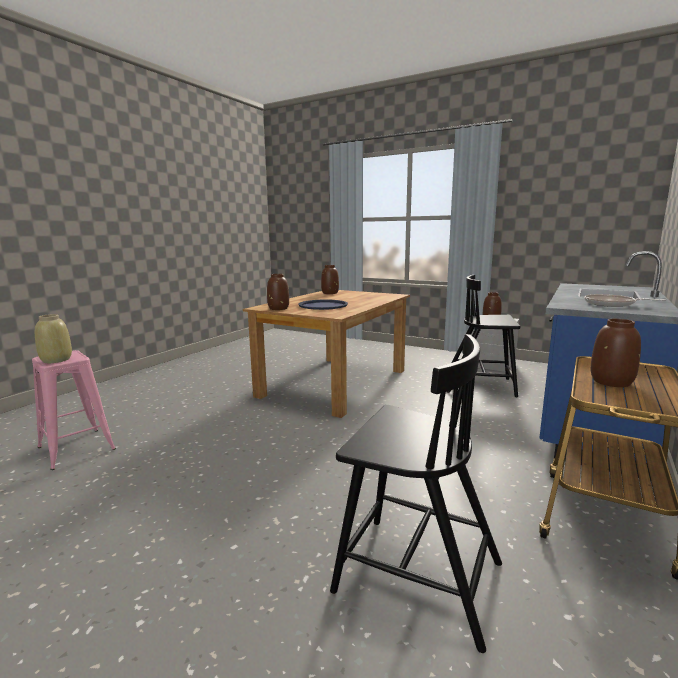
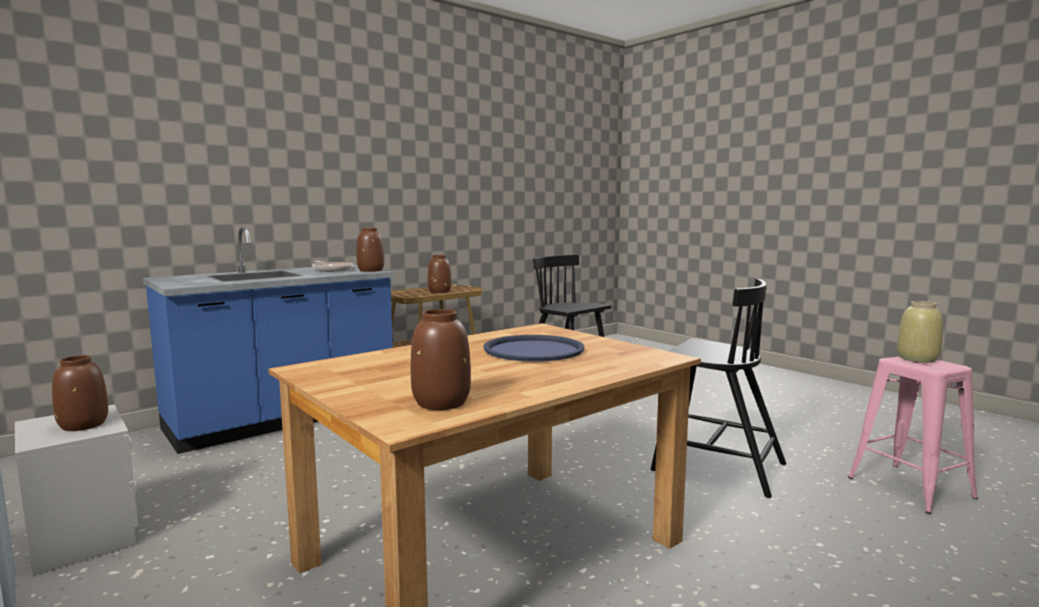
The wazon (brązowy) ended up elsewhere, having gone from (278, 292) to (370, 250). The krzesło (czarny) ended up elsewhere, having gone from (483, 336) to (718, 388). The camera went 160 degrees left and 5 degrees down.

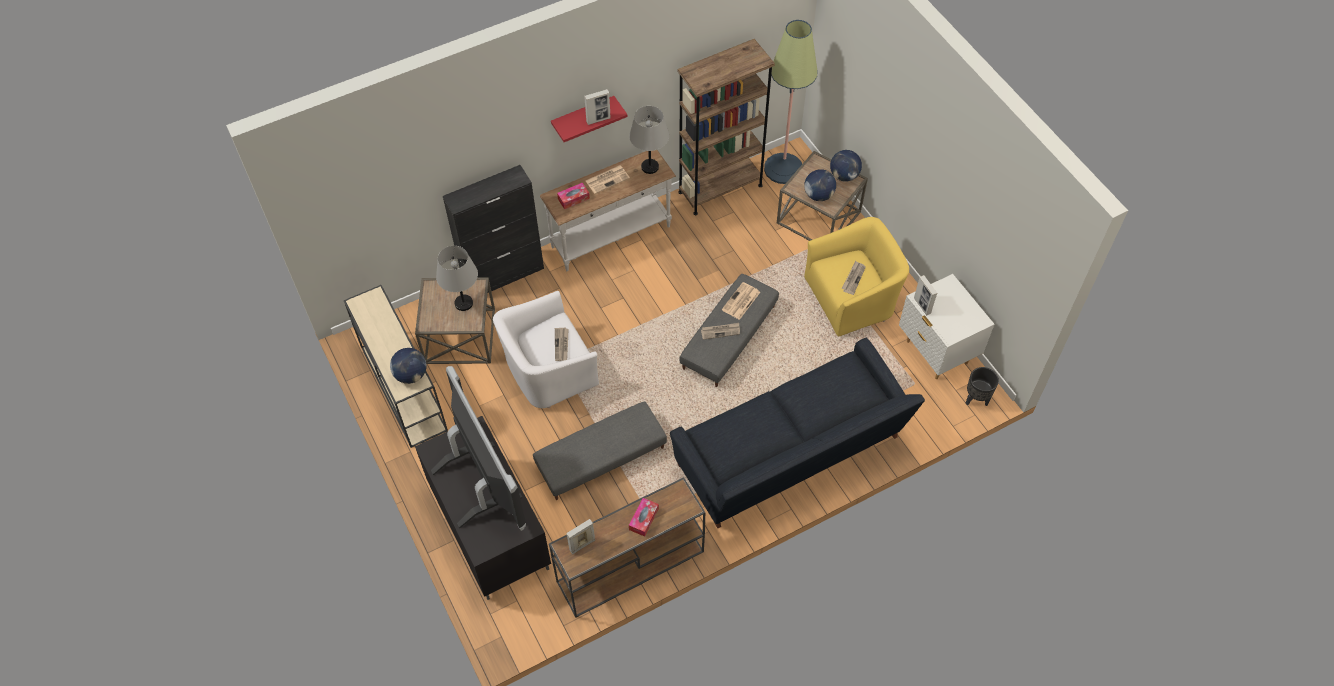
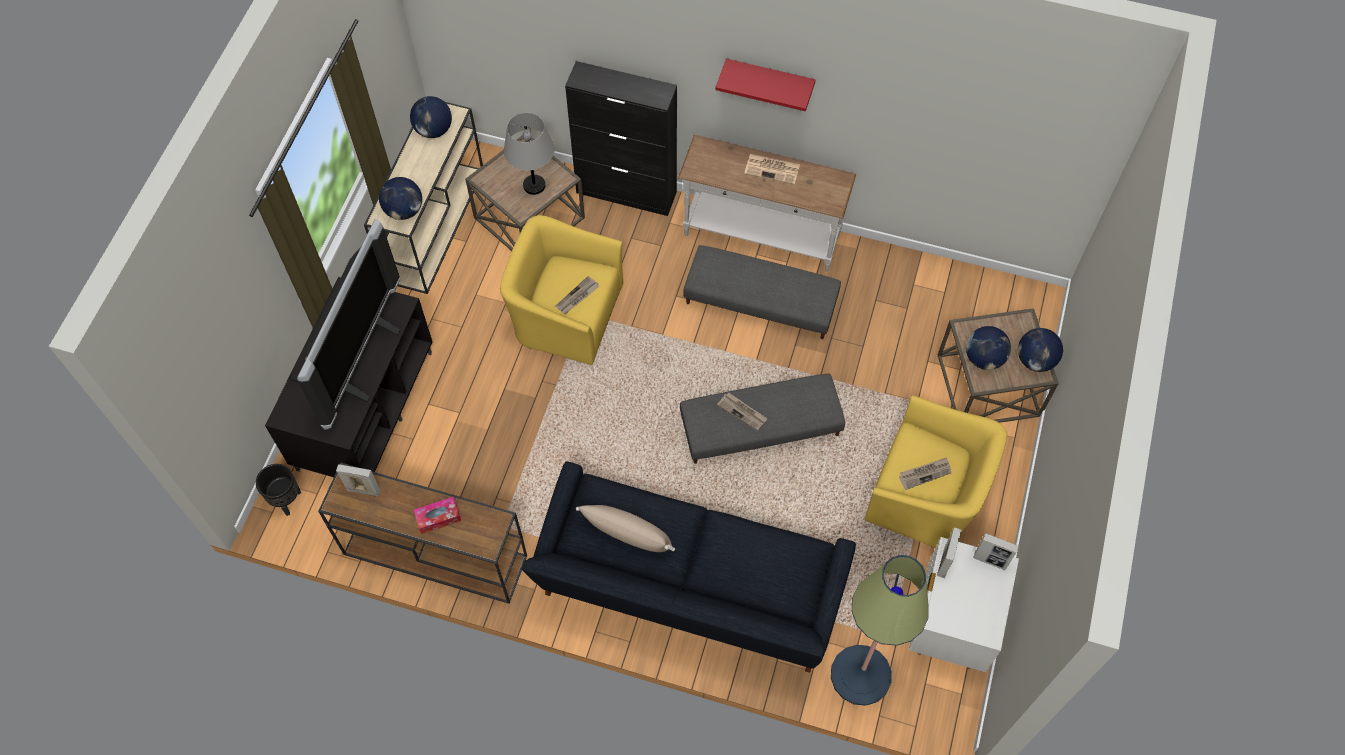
What was the fotel (biały) at (546, 349) turned into the fotel (żółty) at (561, 290). The pufa (szary) ended up elsewhere, having gone from (600, 451) to (762, 292). The second view lost the pudełko chusteczek at (573, 195). The ramka na zdjęcie ended up elsewhere, having gone from (597, 107) to (996, 551). The second view lost the lampa stołowa (szary) at (649, 140). The second view lost the regał (brązowy) at (726, 127). The second view lost the gazeta at (741, 301). The lampa stojąca ended up elsewhere, having gone from (790, 102) to (880, 630). The donica (czarny) ended up elsewhere, having gone from (982, 386) to (278, 490). The second view gained the globus at (431, 117). The second view gained the poduszka (beżowy) at (625, 528). The camera went 45 degrees right and 5 degrees up.

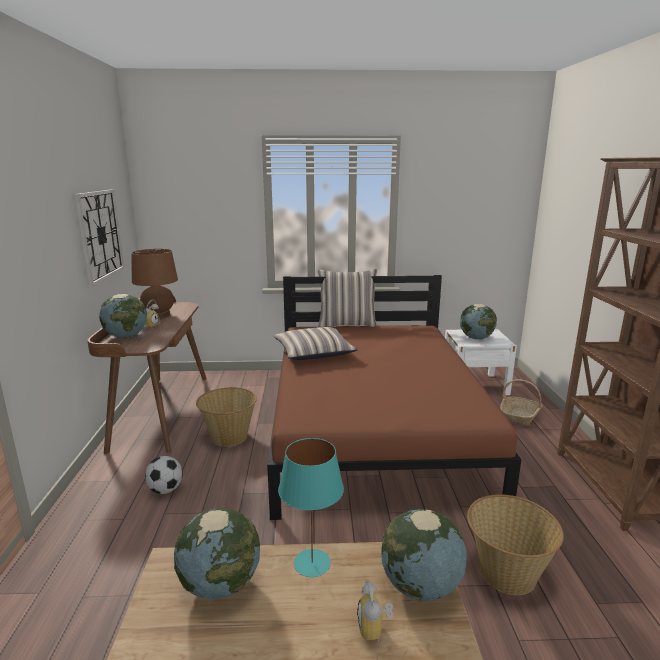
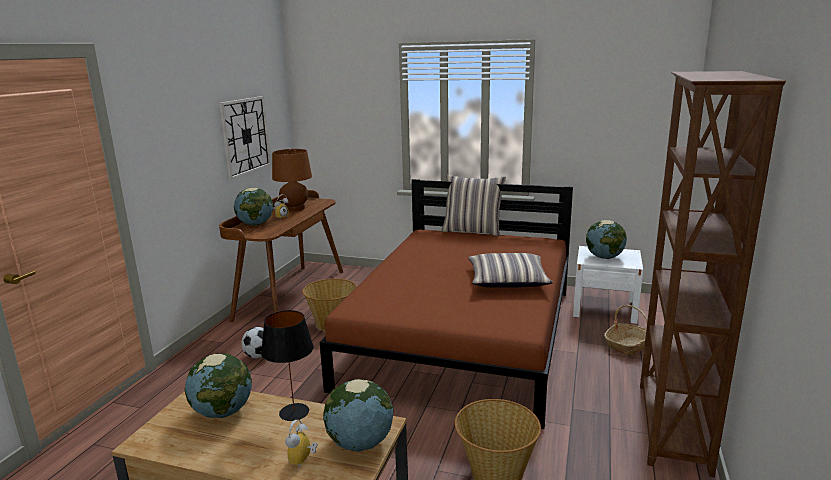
The poduszka ended up elsewhere, having gone from (316, 343) to (510, 270). What was the lampa stołowa (turkusowy) at (311, 507) turned into the lampa stołowa (czarny) at (287, 365). The camera went 20 degrees right and 0 degrees up.

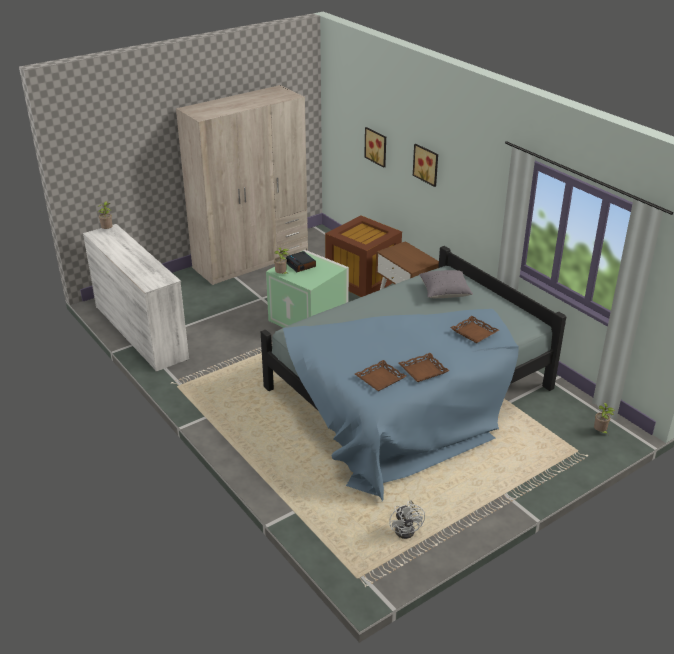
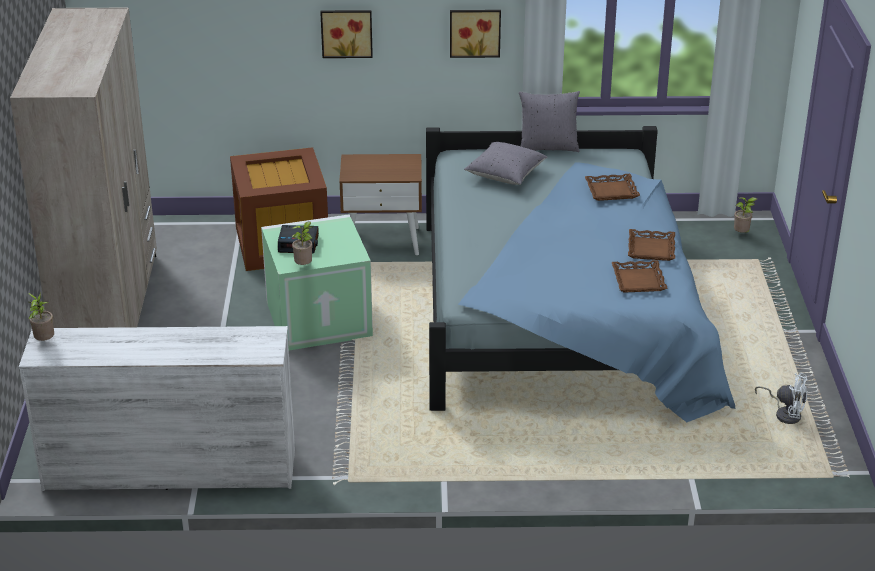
The obraz ended up elsewhere, having gone from (375, 147) to (475, 34). The second view gained the poduszka (szary) at (549, 121). The camera went 55 degrees left and 0 degrees up.

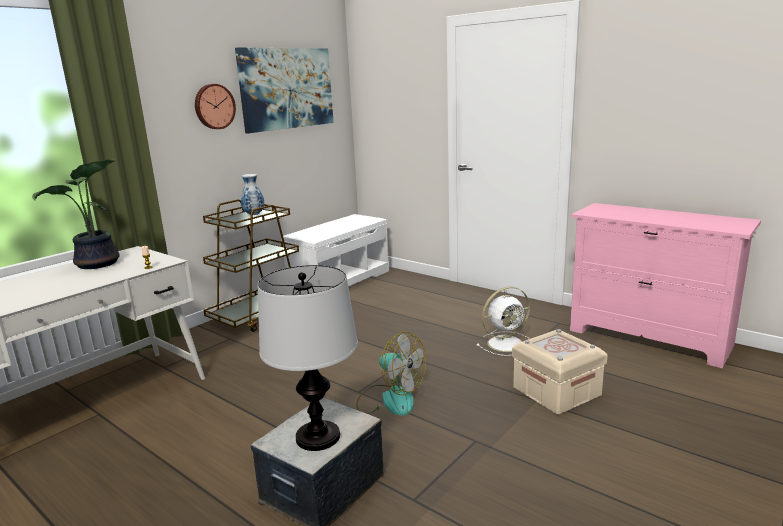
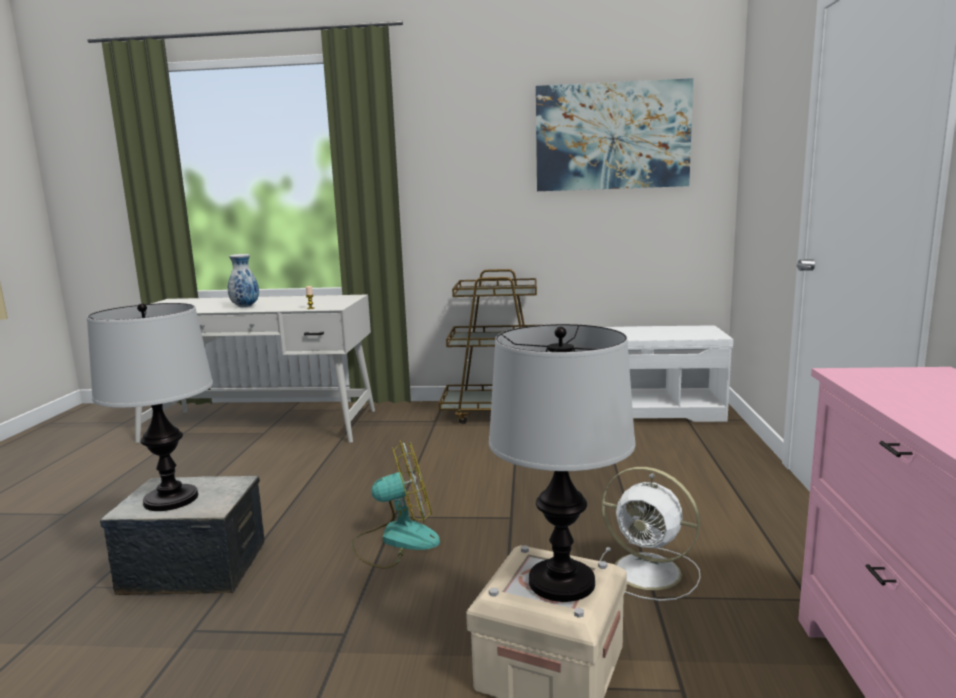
The second view lost the roślina doniczkowa at (76, 214). The second view lost the zegar ścienny at (215, 106). The wazon ended up elsewhere, having gone from (252, 194) to (243, 280). The wentylator at (391, 374) ended up facing another way, 105 degrees counterclockwise from before. The second view gained the lampa stołowa at (562, 463). The camera went 55 degrees right and 5 degrees down.

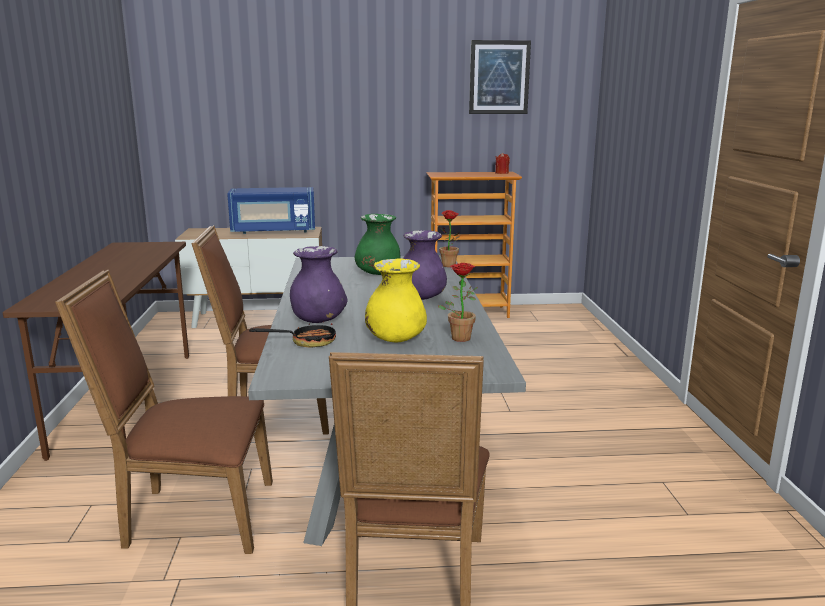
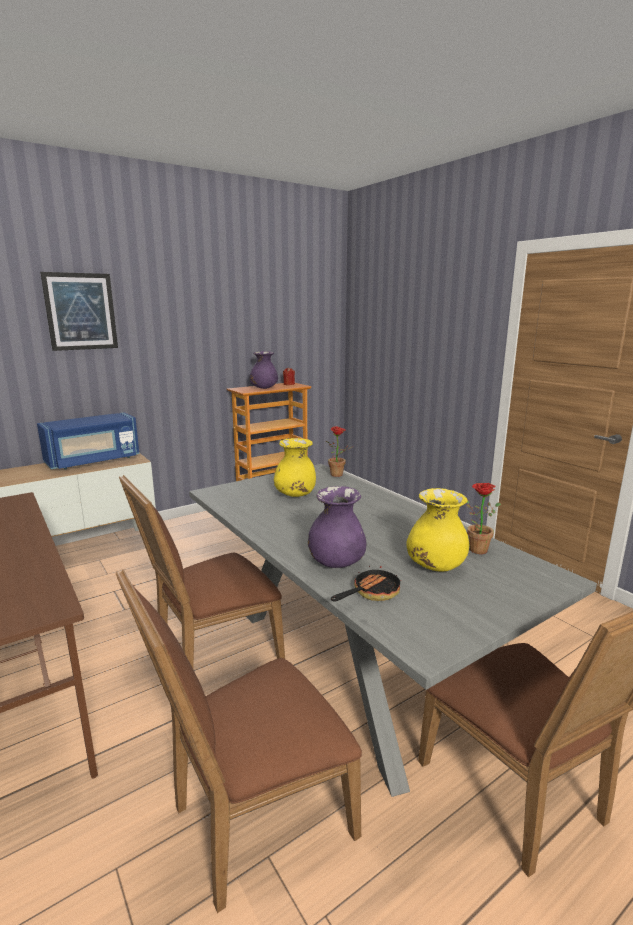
What was the wazon (zielony) at (377, 244) turned into the wazon (żółty) at (295, 467). The wazon (fioletowy) ended up elsewhere, having gone from (425, 265) to (264, 370). The obraz ended up elsewhere, having gone from (500, 77) to (79, 311). The camera went 30 degrees left and 0 degrees up.

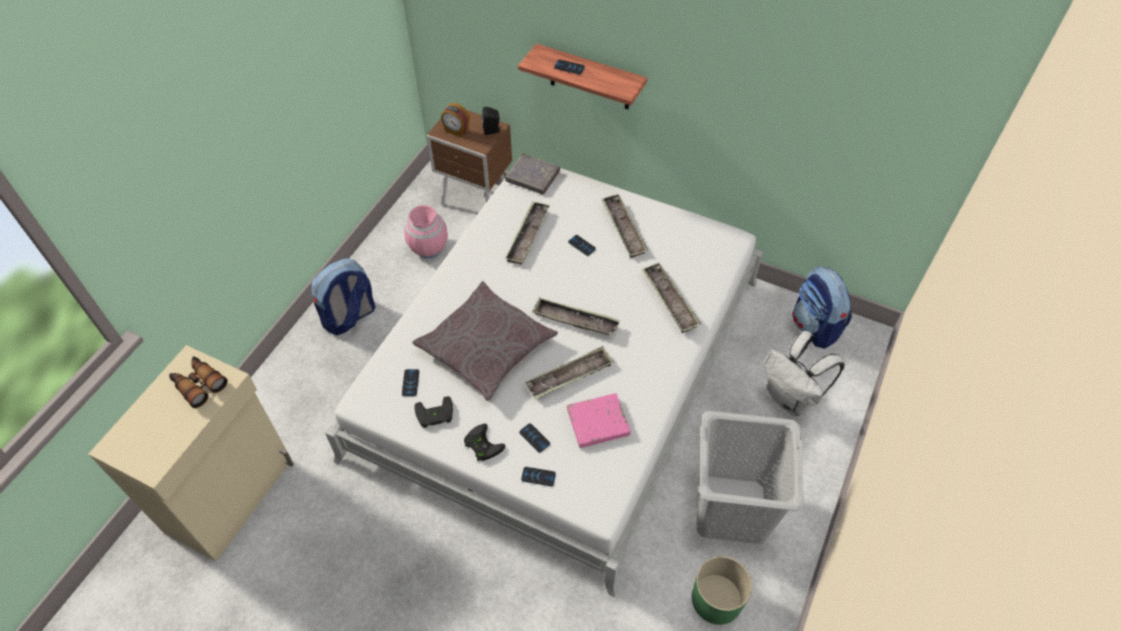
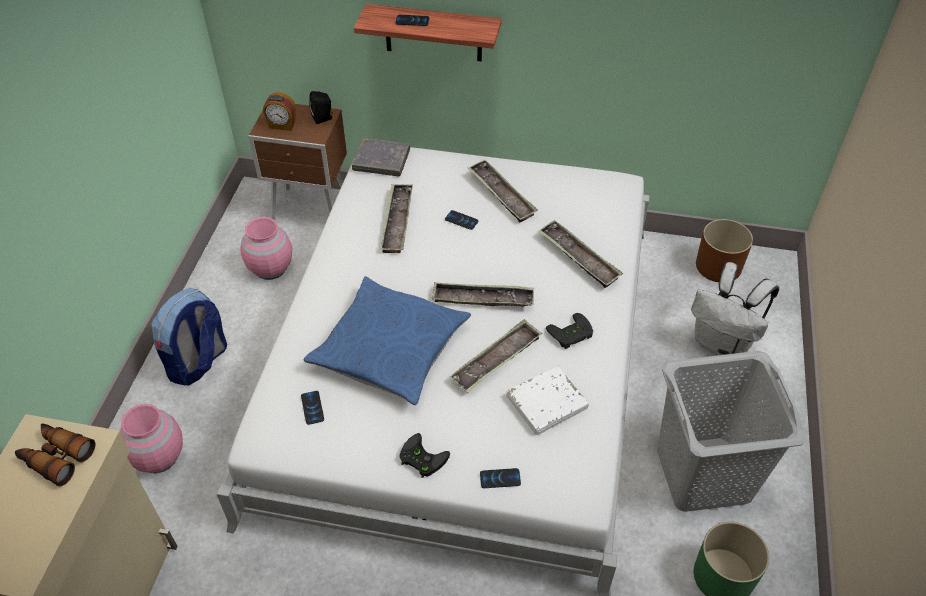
What was the poduszka (szary) at (485, 341) turned into the poduszka (niebieski) at (387, 340). The pad do gier (czarny) ended up elsewhere, having gone from (433, 412) to (569, 331). The second view lost the telefon at (534, 438). What was the książka (różowy) at (599, 420) turned into the książka (biały) at (547, 400). Where the plecak stood at (822, 307), the donica (brązowy) came to stand at (724, 250). The second view gained the wazon (różowy) at (151, 438). The camera went 15 degrees left and 5 degrees down.

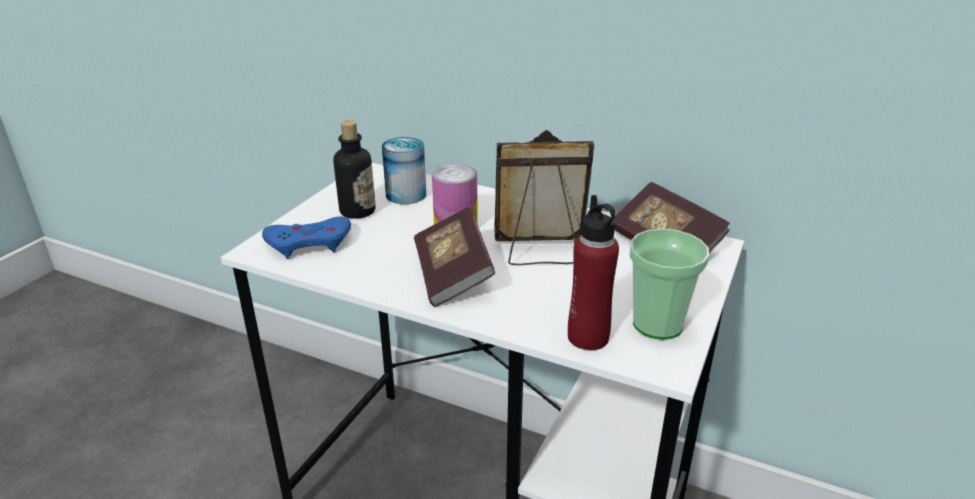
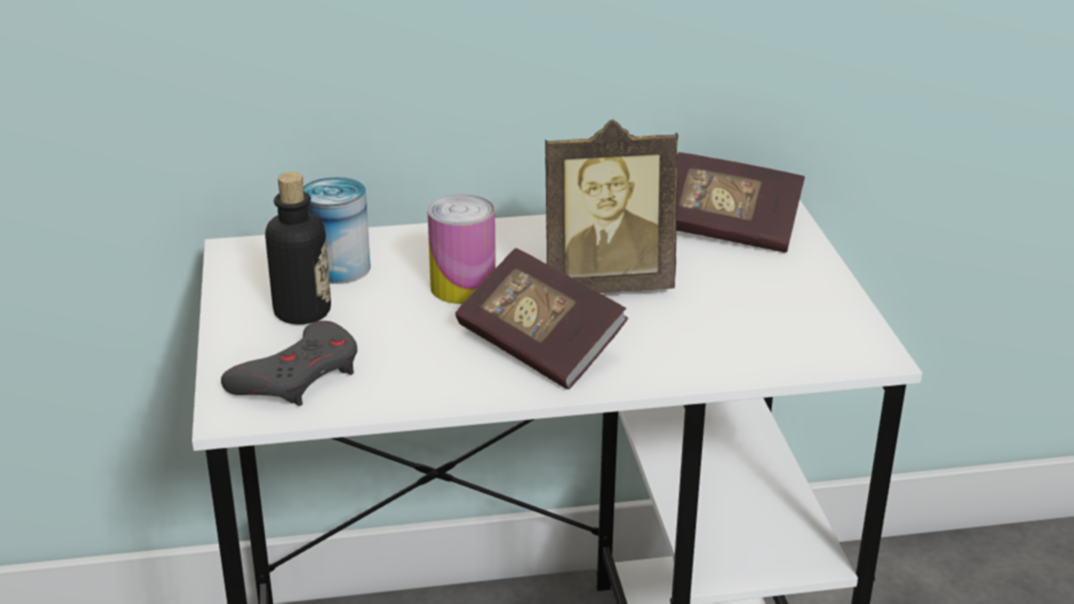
What was the pad do gier (niebieski) at (306, 237) turned into the pad do gier (szary) at (289, 363). The ramka na zdjęcie at (544, 197) ended up facing another way, 150 degrees counterclockwise from before. The second view lost the butelka (czerwony) at (593, 272). The second view lost the filiżanka at (669, 284). The camera went 35 degrees left and 0 degrees up.

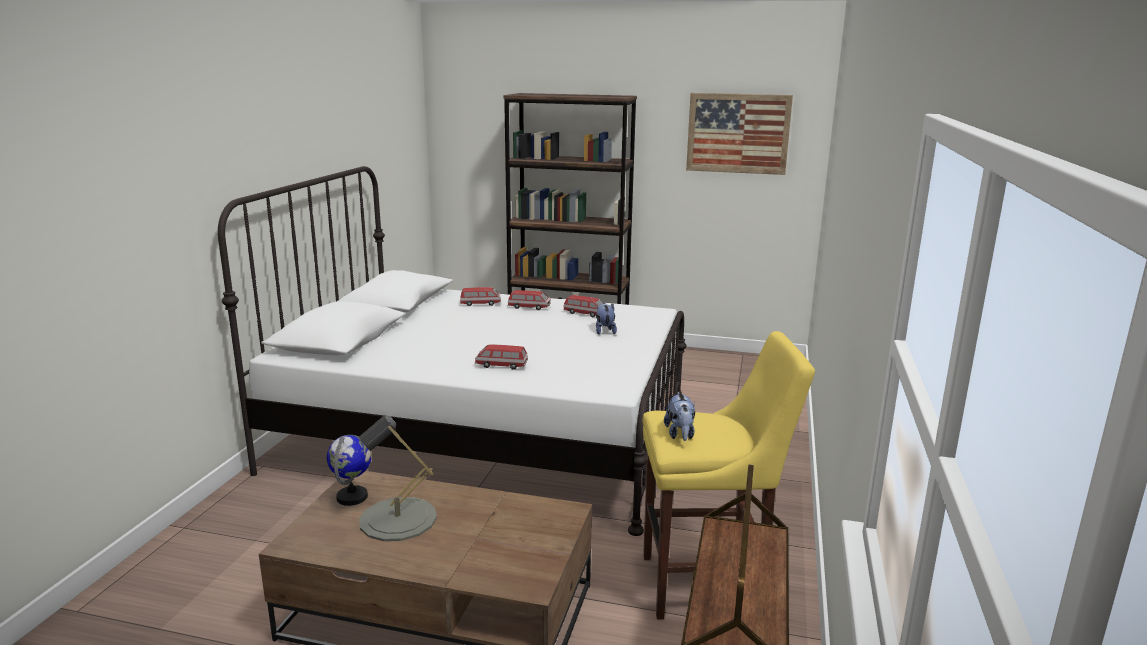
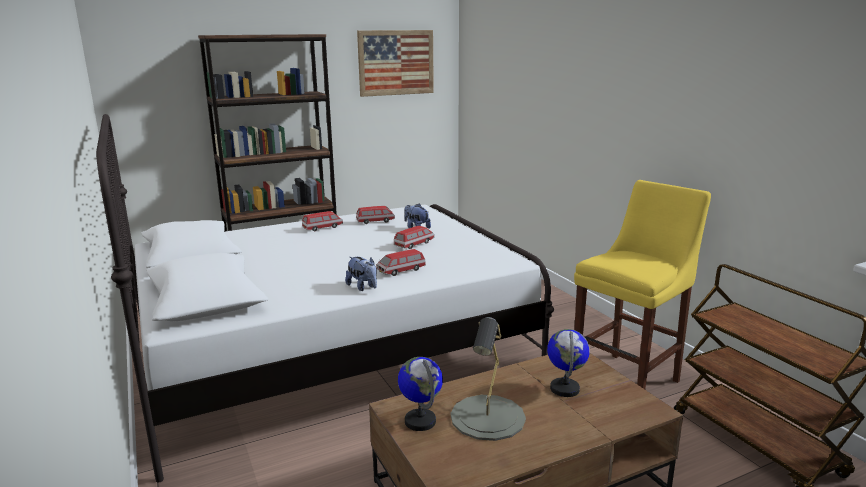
The samochodzik ended up elsewhere, having gone from (480, 296) to (414, 237). The pluszak ended up elsewhere, having gone from (679, 416) to (361, 274). The second view gained the globus at (568, 363). The camera went 40 degrees left and 0 degrees up.

